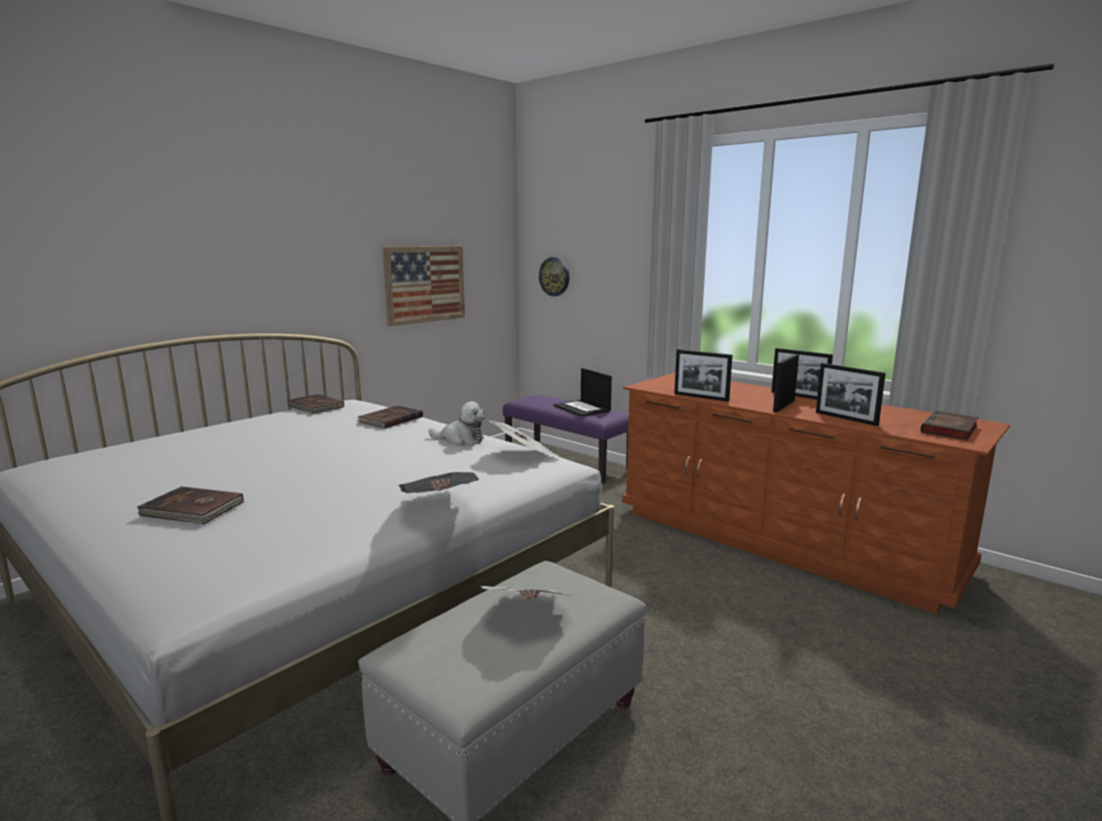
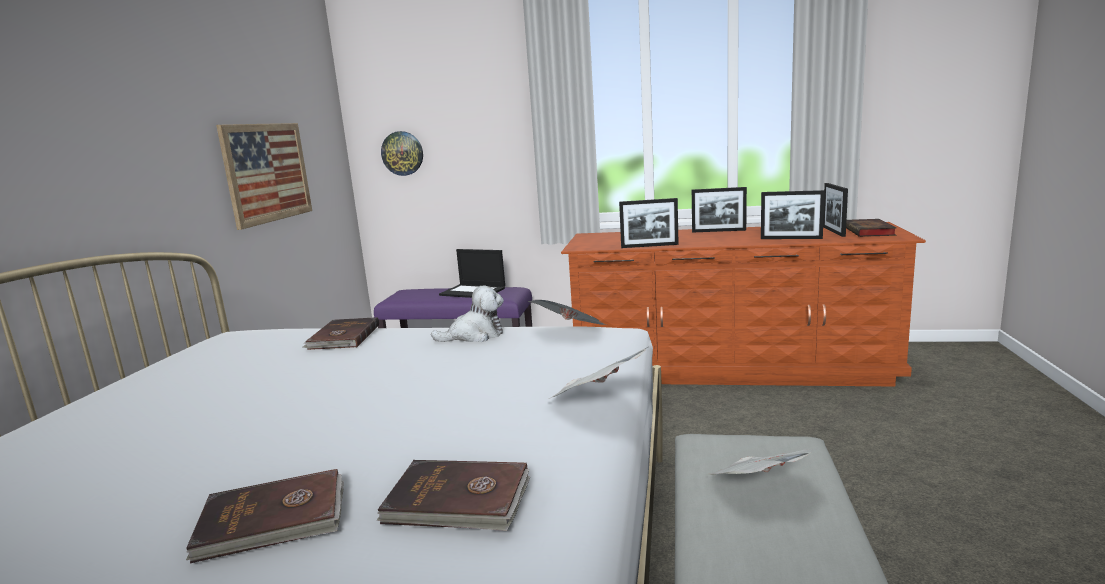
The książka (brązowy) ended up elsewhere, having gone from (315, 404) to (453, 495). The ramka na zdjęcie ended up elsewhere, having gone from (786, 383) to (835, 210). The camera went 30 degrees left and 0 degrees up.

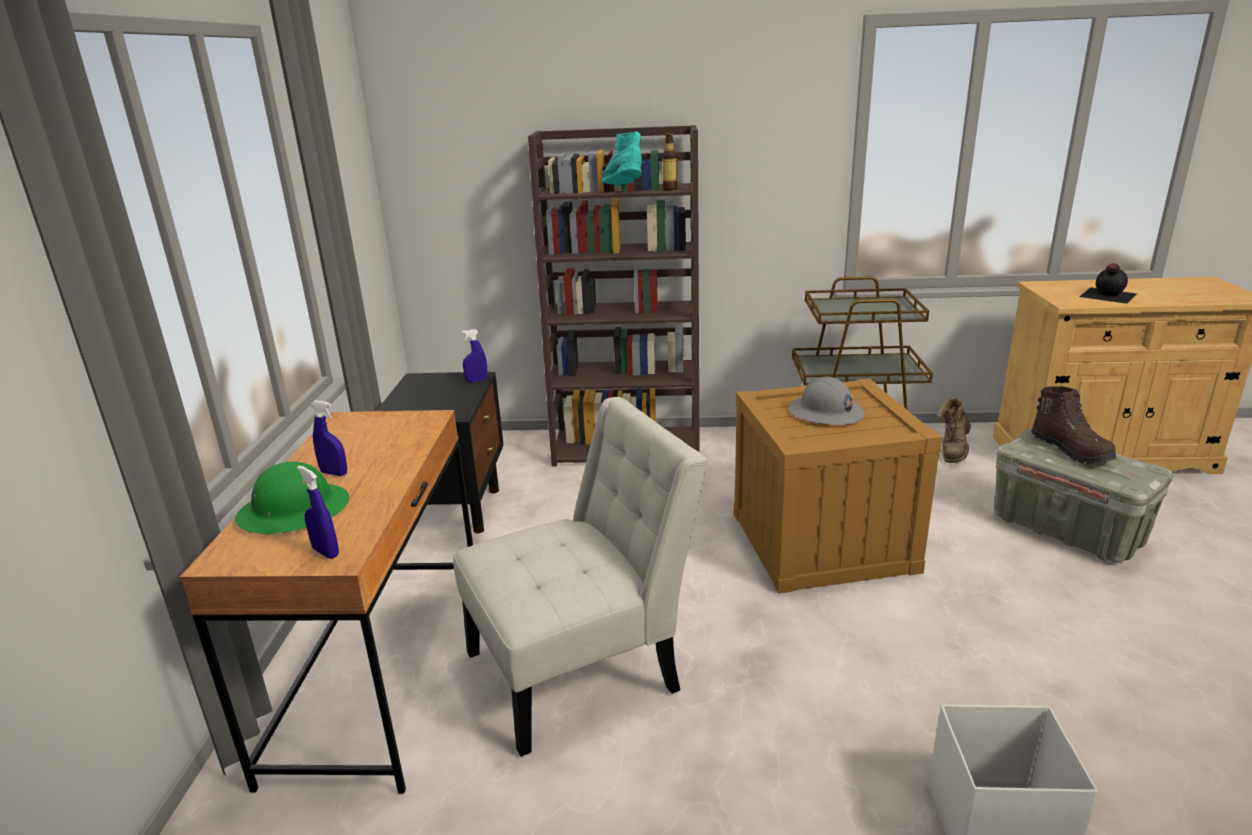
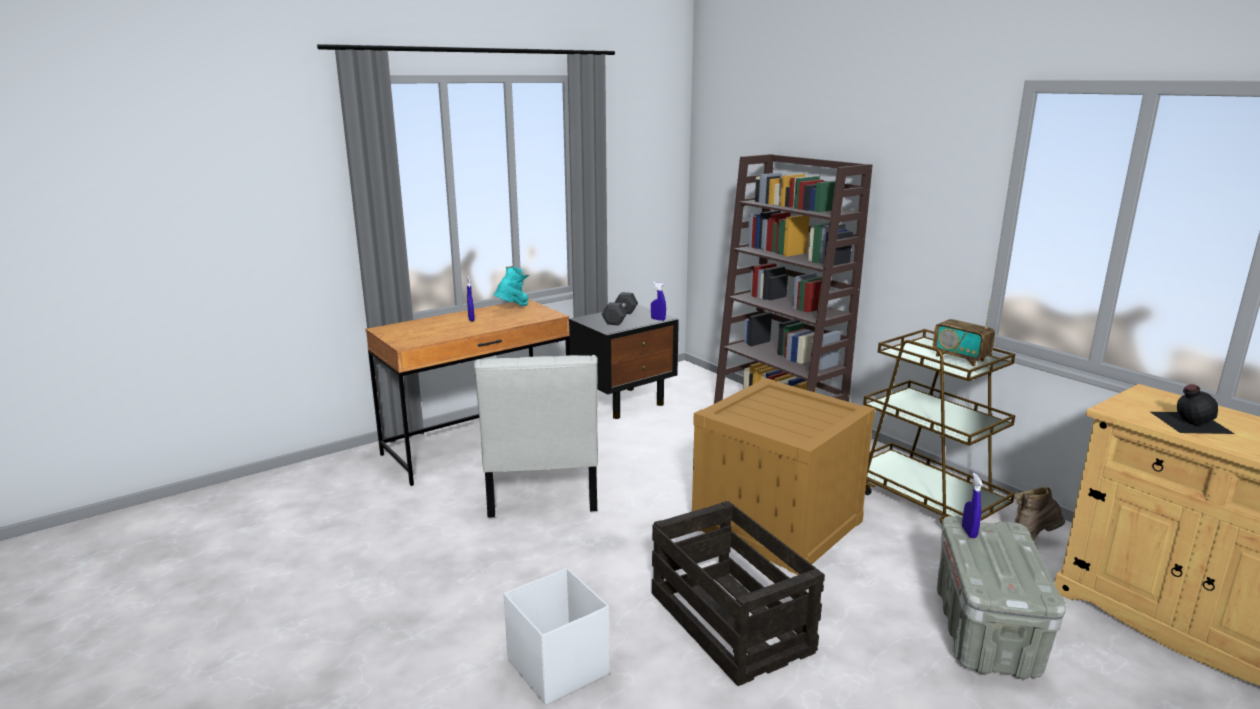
The second view lost the kask (zielony) at (292, 498). The spryskiwacz (niebieski) ended up elsewhere, having gone from (318, 512) to (972, 505). The krzesło (biały) at (580, 577) ended up facing another way, 60 degrees clockwise from before. The but z cholewką (turkusowy) ended up elsewhere, having gone from (622, 158) to (511, 286). The second view lost the butelka at (670, 161). The second view lost the kask (szary) at (827, 401). The second view lost the but z cholewką (brązowy) at (1074, 425). The second view gained the hantel (szary) at (620, 309). The second view gained the skrzynka at (738, 593). The second view gained the radio at (964, 333). The camera went 50 degrees right and 5 degrees down.

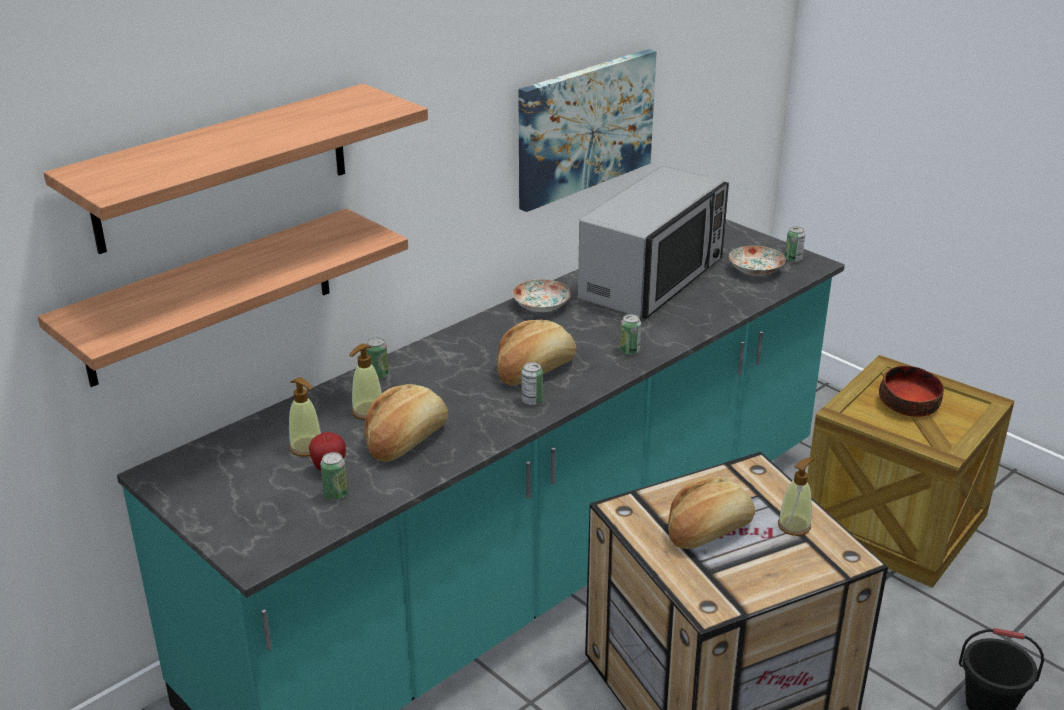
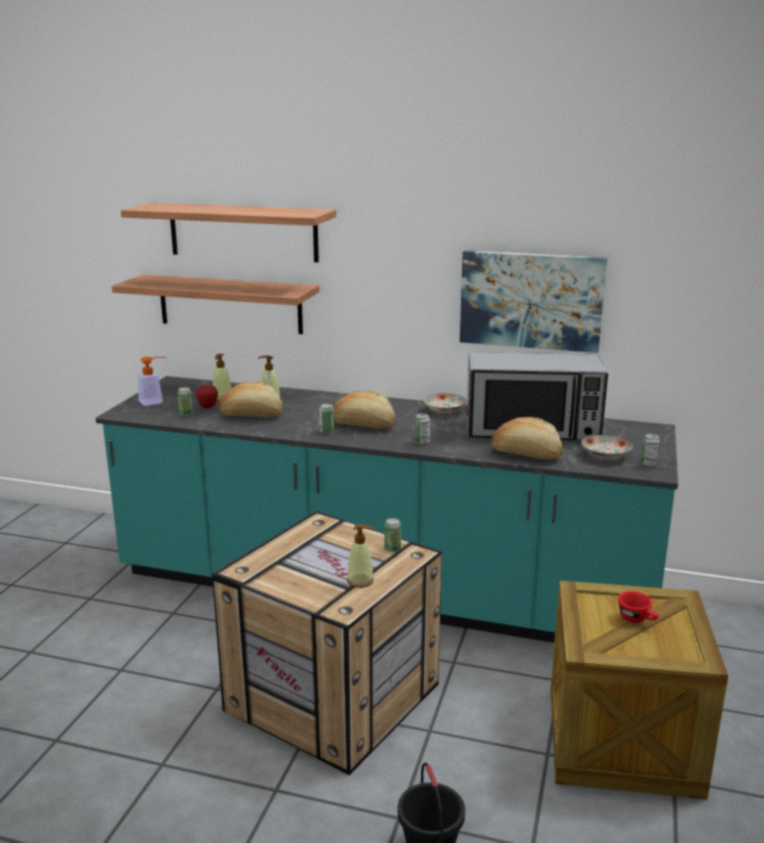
The puszka ended up elsewhere, having gone from (377, 358) to (393, 535). The chleb ended up elsewhere, having gone from (711, 513) to (527, 438). Where the miska stood at (911, 391), the filiżanka (czerwony) came to stand at (638, 607). The second view gained the dozownik mydła at (152, 381). The camera went 60 degrees right and 10 degrees down.

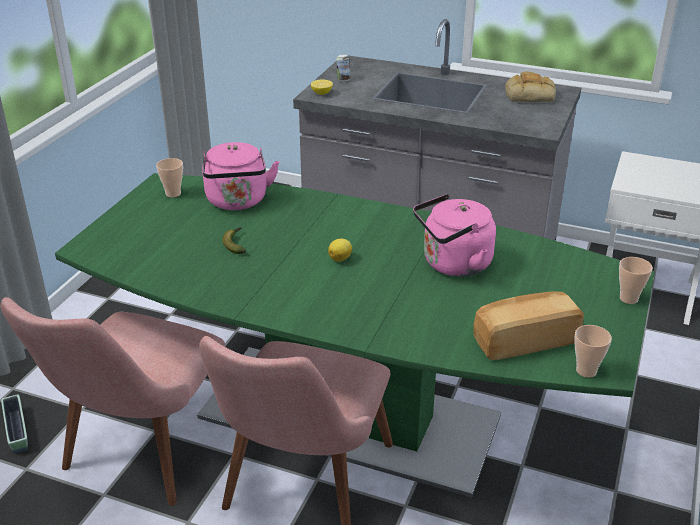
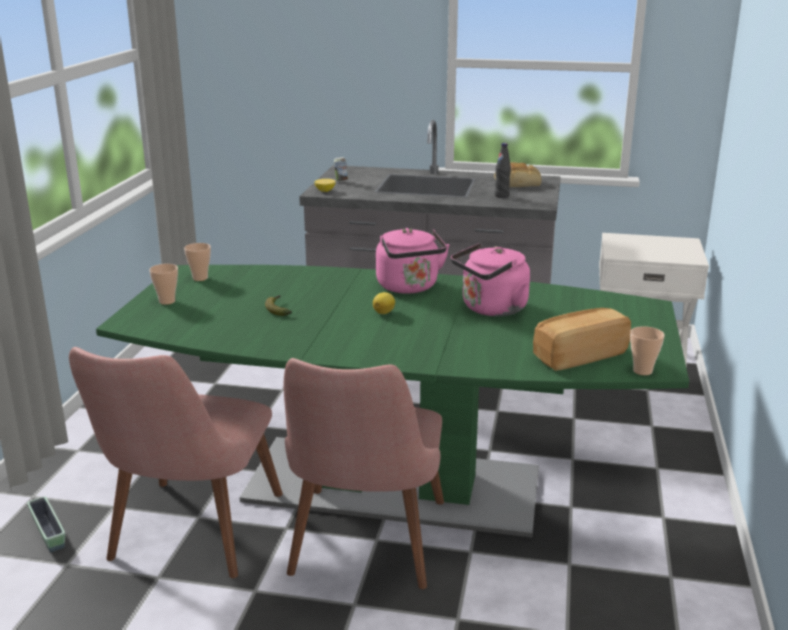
The czajnik (różowy) ended up elsewhere, having gone from (240, 176) to (412, 261). The filiżanka ended up elsewhere, having gone from (636, 280) to (163, 284). The second view gained the butelka (czarny) at (502, 170). The camera went 10 degrees left and 10 degrees down.

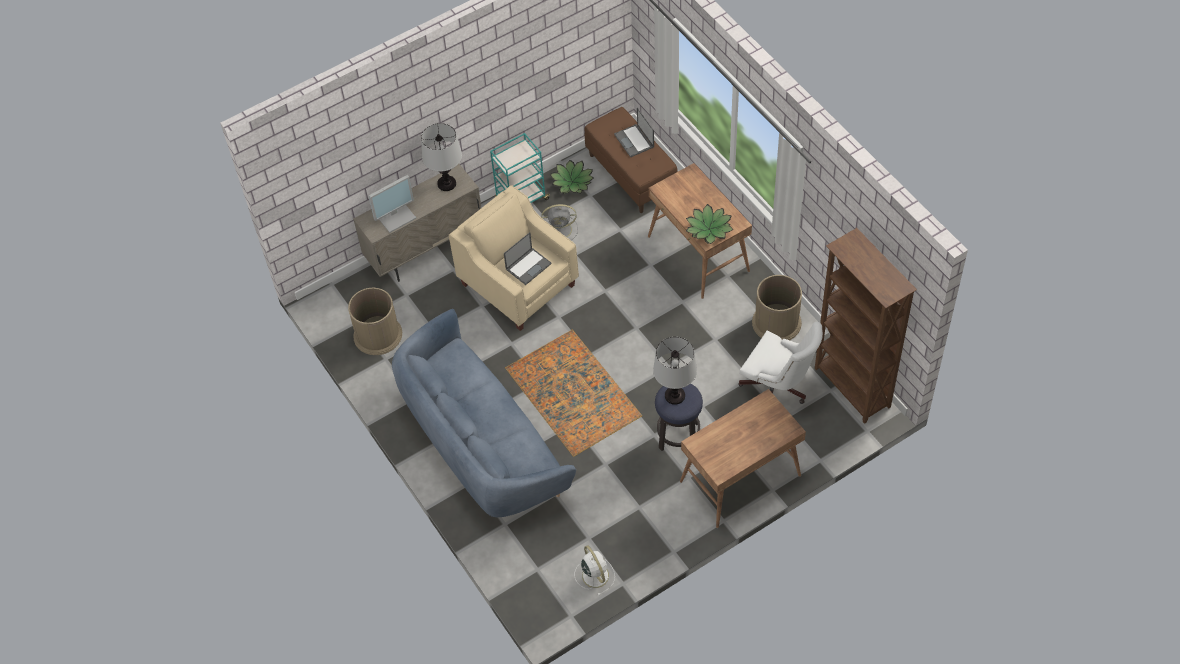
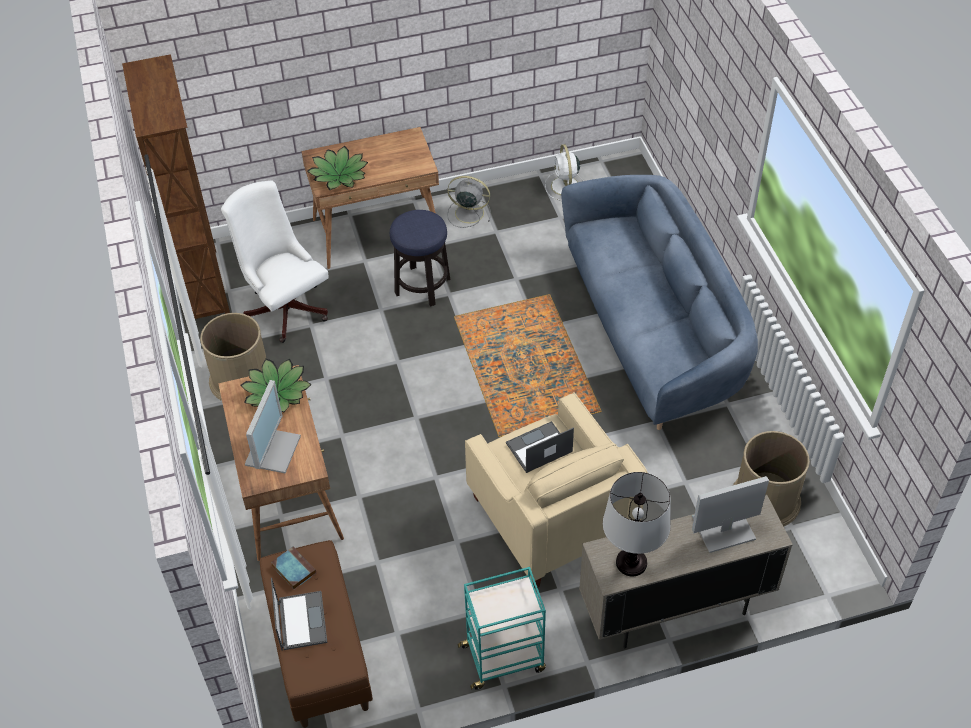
The wentylator (szary) ended up elsewhere, having gone from (559, 222) to (469, 202). The roślina doniczkowa ended up elsewhere, having gone from (571, 177) to (337, 168). The second view lost the lampa stołowa at (675, 371). The second view gained the monitor at (273, 426). The second view gained the książka at (293, 568). The camera went 165 degrees left and 5 degrees down.

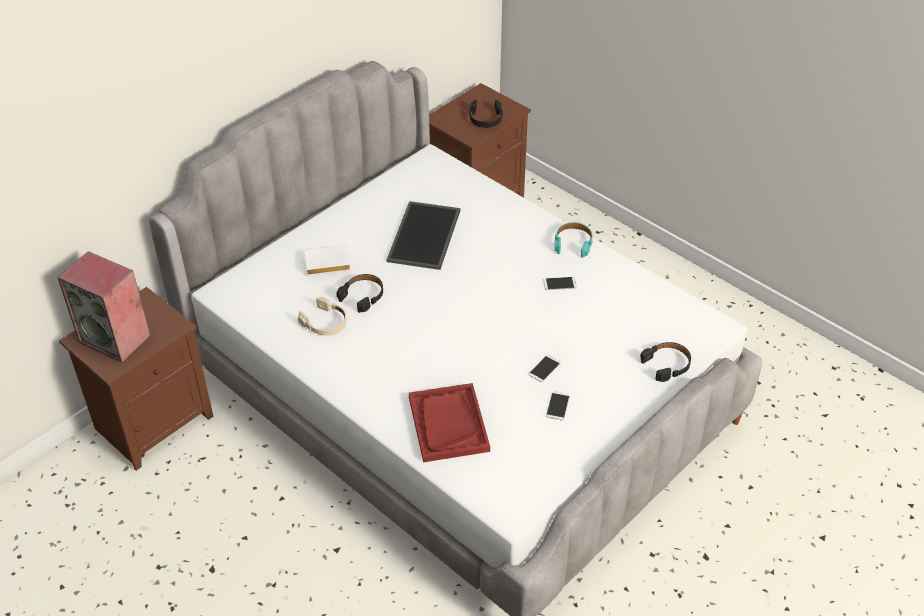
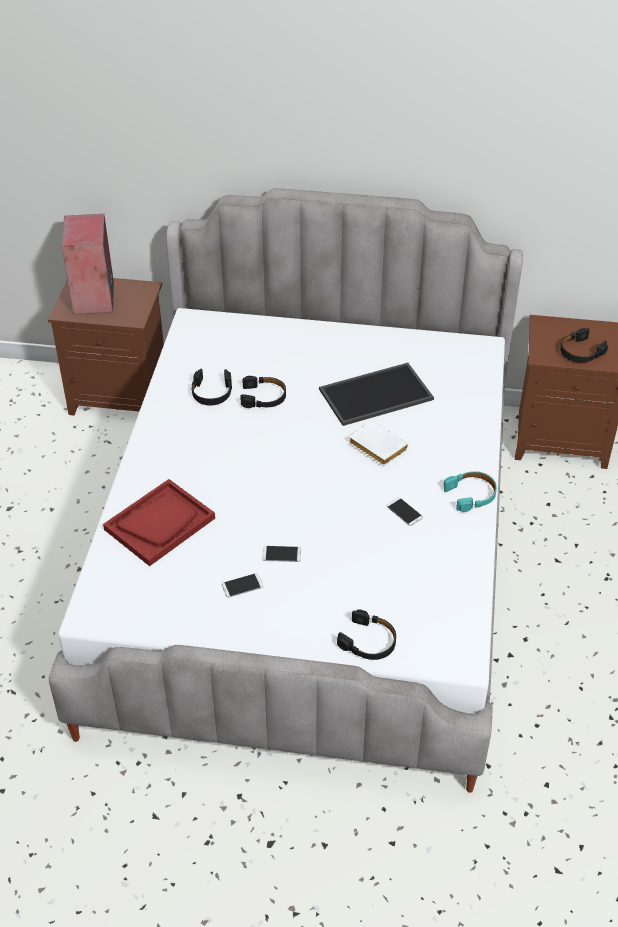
What was the słuchawki (beżowy) at (322, 316) turned into the słuchawki (czarny) at (211, 387). The książka (biały) ended up elsewhere, having gone from (327, 260) to (378, 443). The camera went 55 degrees right and 0 degrees up.

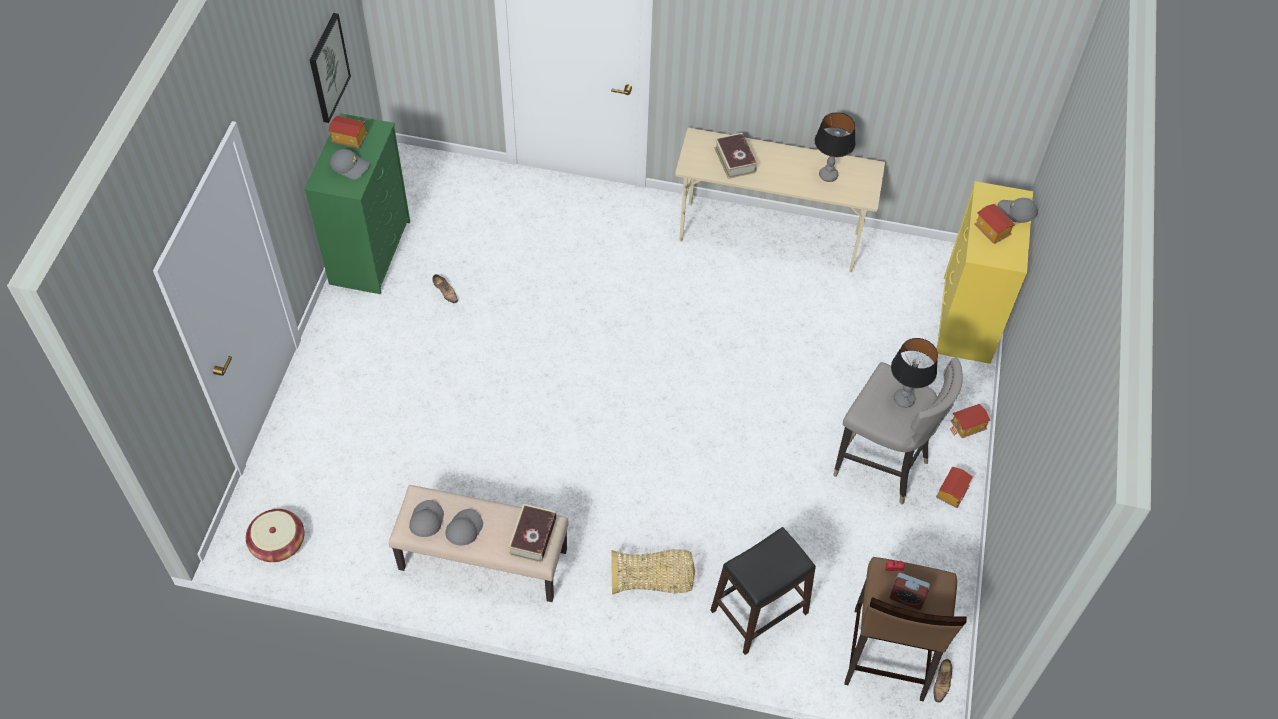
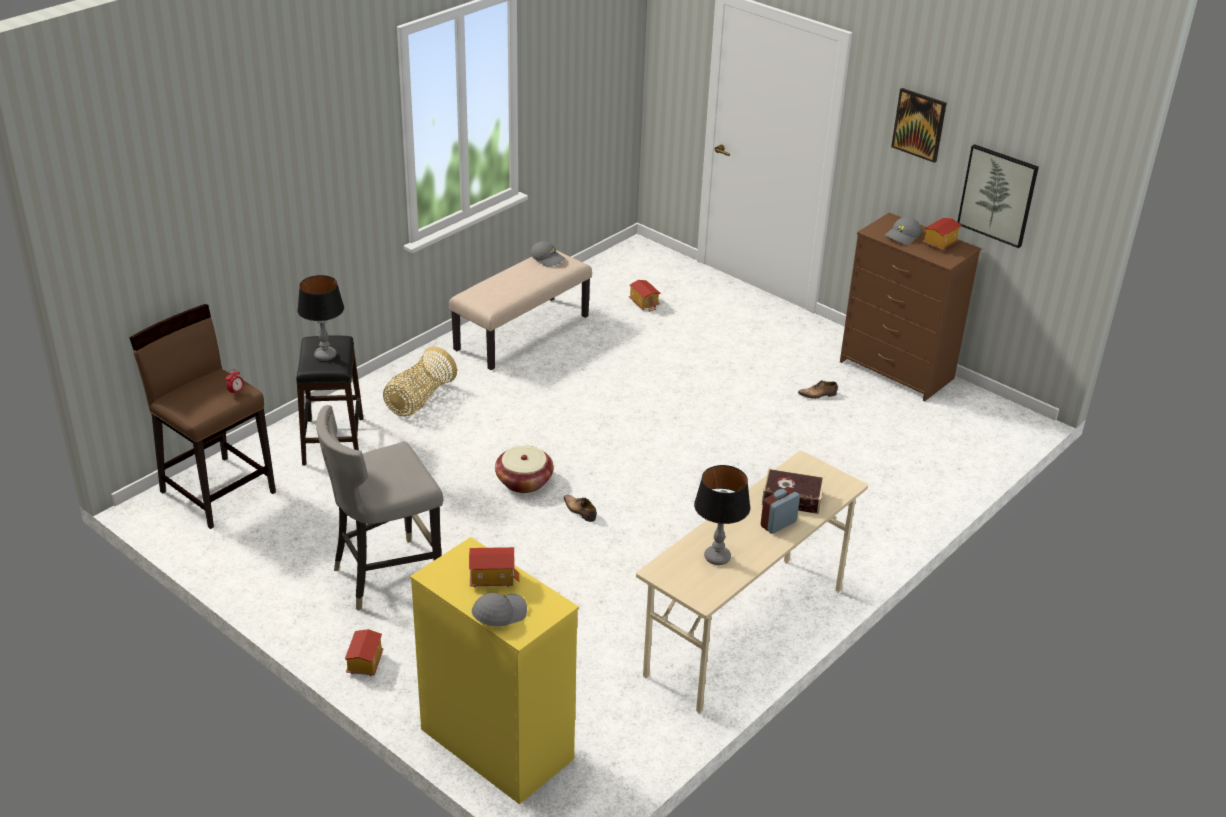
The koszyk ended up elsewhere, having gone from (275, 535) to (524, 469). What was the komoda (zielony) at (357, 203) turned into the komoda (brązowy) at (910, 307). The second view lost the czapka z daszkiem (szary) at (464, 527). The second view lost the książka at (532, 533). The budzik ended up elsewhere, having gone from (910, 591) to (780, 510). The lampa stołowa ended up elsewhere, having gone from (914, 373) to (320, 318). The but ended up elsewhere, having gone from (942, 681) to (580, 508). The domek ended up elsewhere, having gone from (954, 487) to (644, 296). The second view gained the obraz at (919, 125). The camera went 120 degrees right and 20 degrees down.

